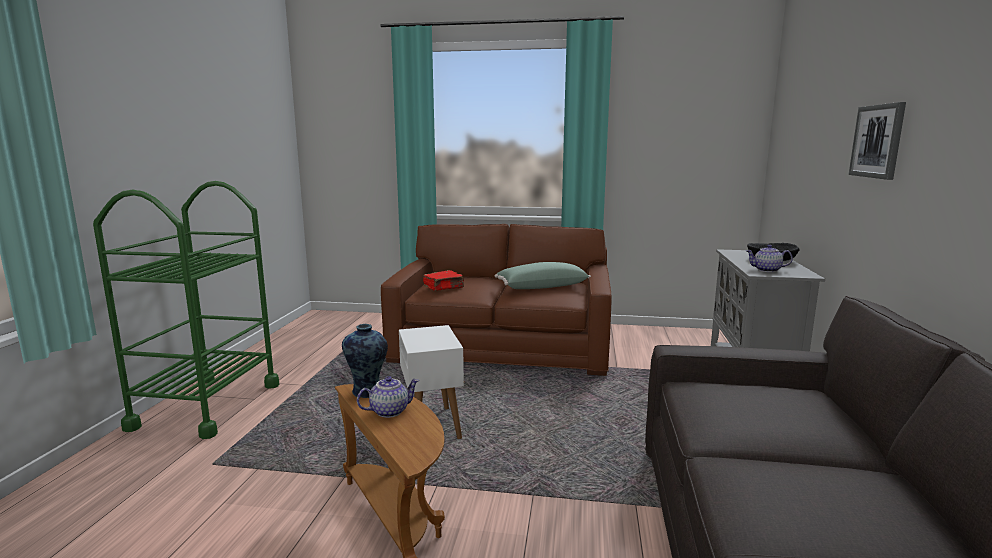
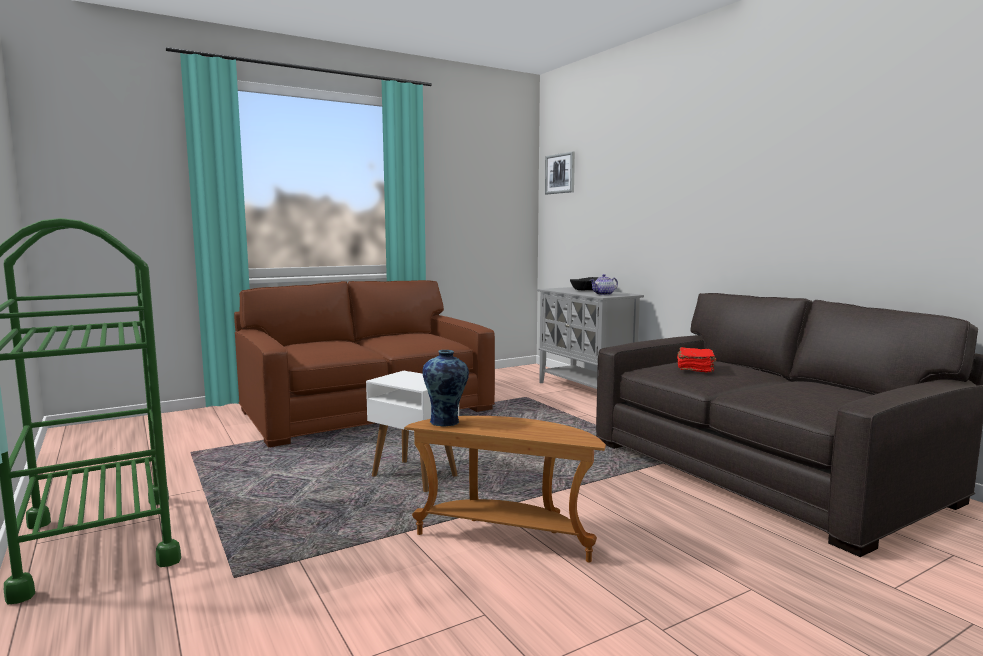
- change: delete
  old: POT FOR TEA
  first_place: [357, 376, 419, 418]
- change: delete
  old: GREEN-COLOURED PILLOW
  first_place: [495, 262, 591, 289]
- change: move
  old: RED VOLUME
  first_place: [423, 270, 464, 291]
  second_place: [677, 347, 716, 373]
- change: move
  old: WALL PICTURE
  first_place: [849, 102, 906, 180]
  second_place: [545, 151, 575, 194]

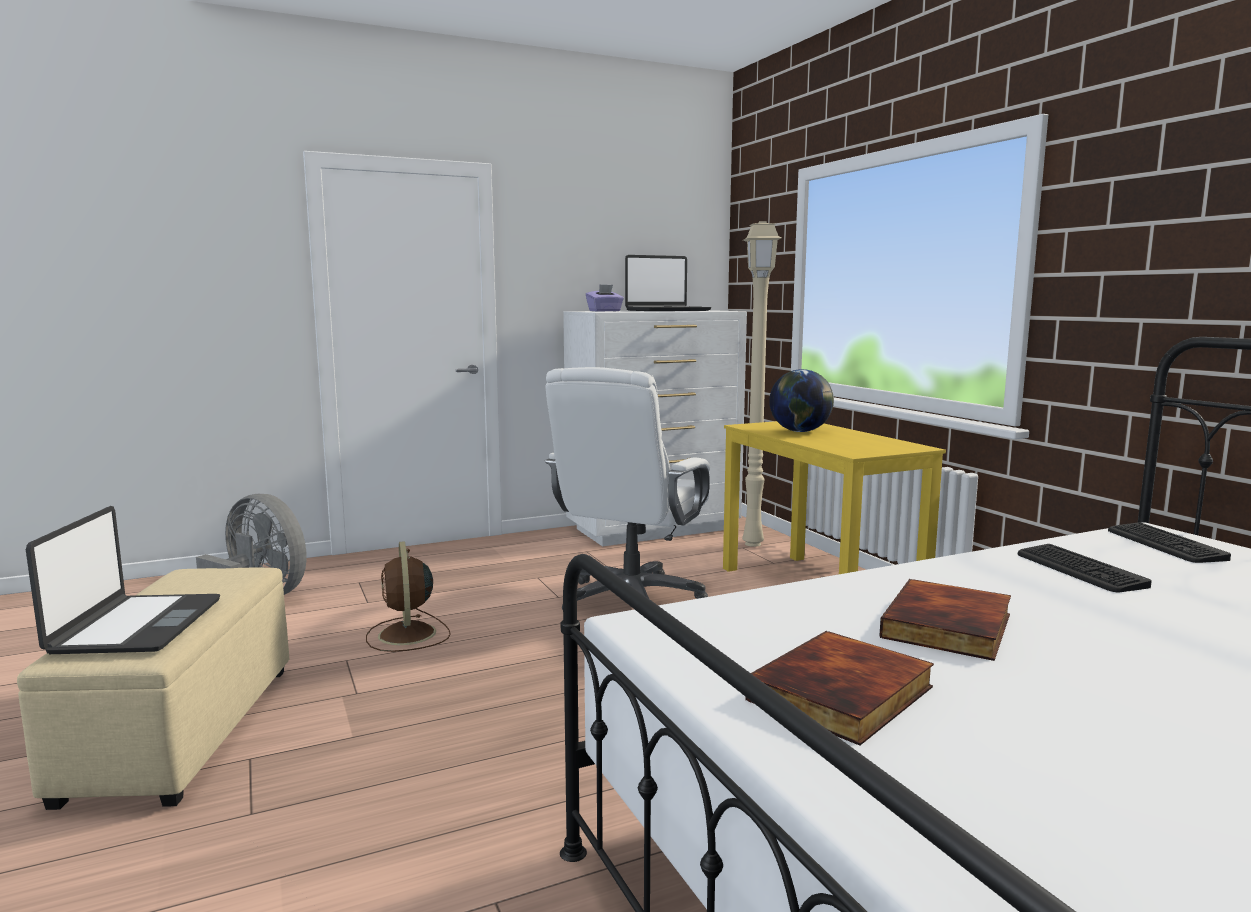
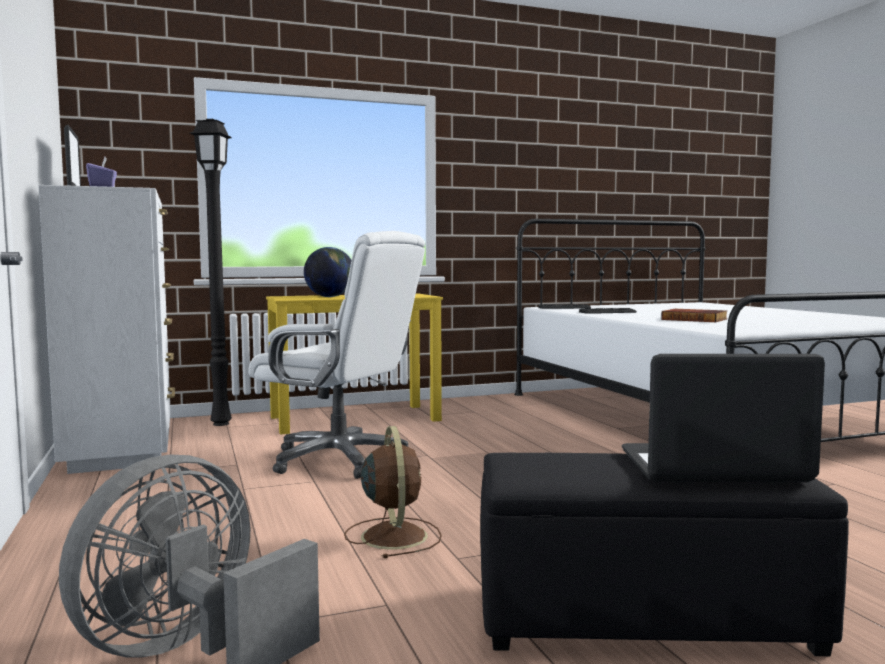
- change: delete
  old: VOLUME
  first_place: [745, 631, 934, 745]
- change: recolor
  old: SAND-COLOURED OTTOMAN
  new: BLACKISH OTTOMAN
  first_place: [17, 567, 289, 810]
  second_place: [480, 453, 849, 656]
- change: recolor
  old: SAND-COLOURED STANDARD LAMP
  new: BLACKISH STANDARD LAMP
  first_place: [742, 221, 781, 547]
  second_place: [190, 119, 232, 426]
- change: rotate
  old: BROWN ELECTRIC FAN
  first_place: [366, 541, 451, 652]
  second_place: [344, 426, 442, 558]
  degrees: -90

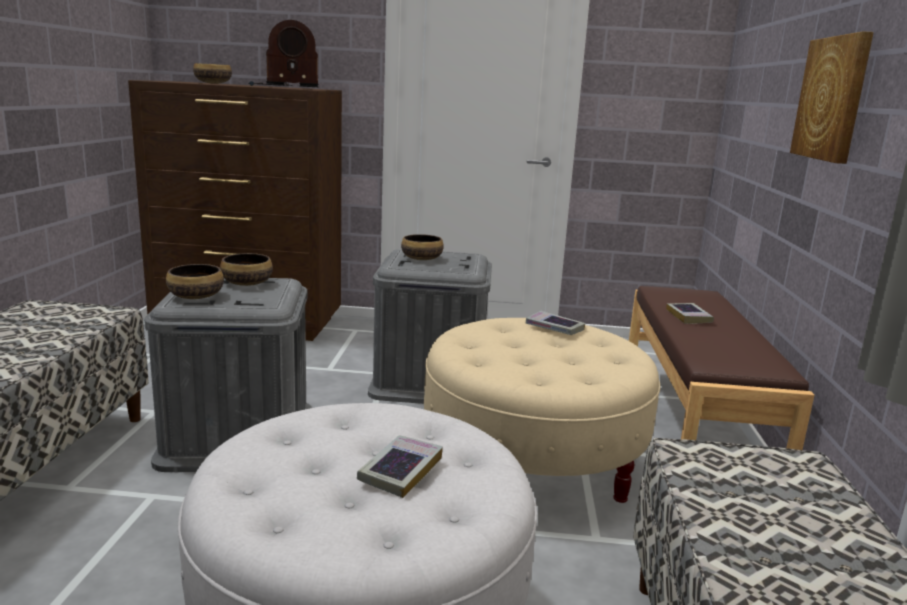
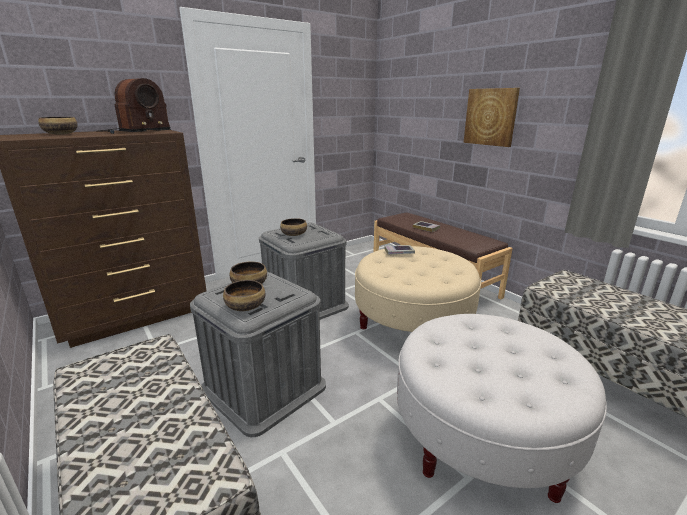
- change: delete
  old: VOLUME
  first_place: [357, 435, 443, 498]

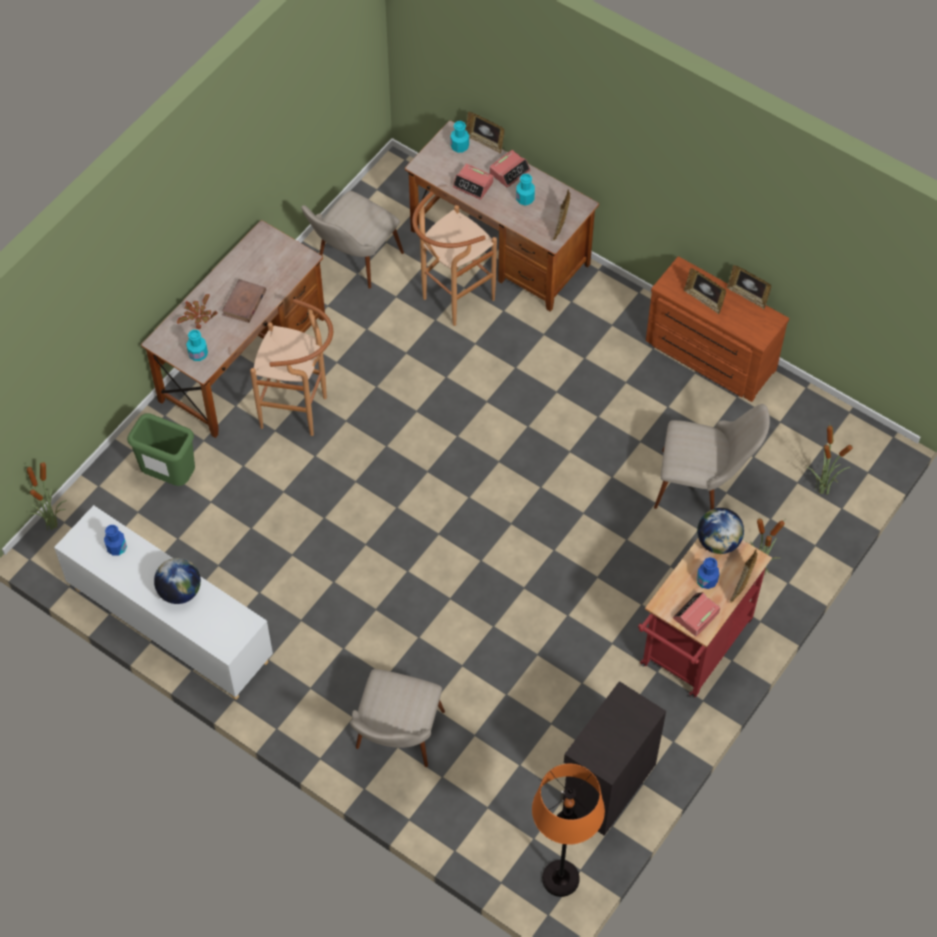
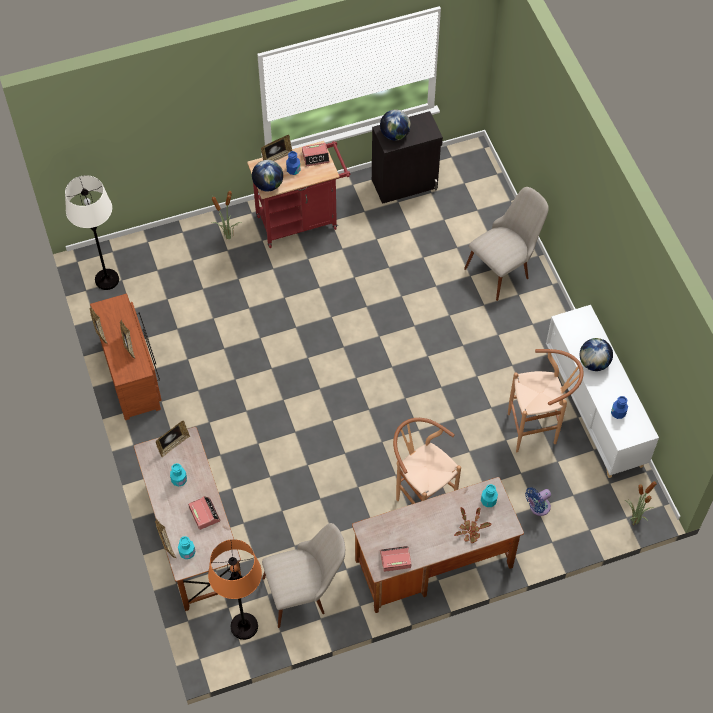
- change: delete
  old: BROWN VOLUME
  first_place: [222, 279, 266, 323]
- change: delete
  old: SAND-COLOURED PLAIN CHAIR
  first_place: [654, 404, 770, 510]
- change: delete
  old: POTTED PLANT
  first_place: [807, 426, 853, 495]
- change: insert
  new: WHITE-COLOURED STANDARD LAMP
  second_place: [65, 175, 119, 290]
- change: insert
  new: DESK GLOBE
  second_place: [380, 109, 411, 141]
- change: move
  old: BROWN STOOL SEAT
  first_place: [412, 191, 497, 326]
  second_place: [508, 349, 584, 452]
- change: move
  old: TABLE CLOCK
  first_place: [489, 150, 530, 188]
  second_place: [380, 546, 411, 572]
- change: move
  old: ORANGE STANDARD LAMP
  first_place: [532, 764, 605, 897]
  second_place: [208, 539, 262, 640]
- change: replace
  old: GREEN-COLOURED WASTE BIN
  new: BLUE ELECTRIC FAN
  first_place: [127, 413, 195, 486]
  second_place: [525, 487, 551, 516]

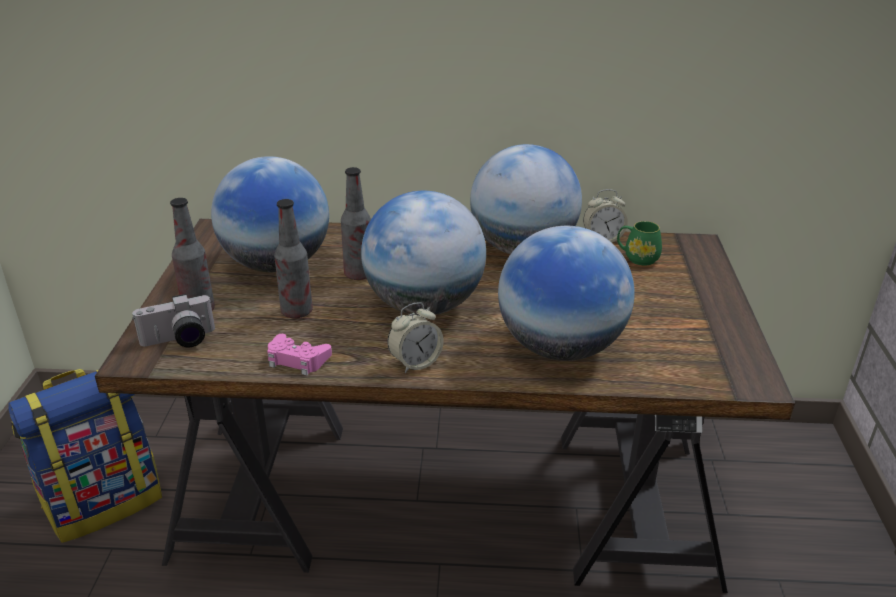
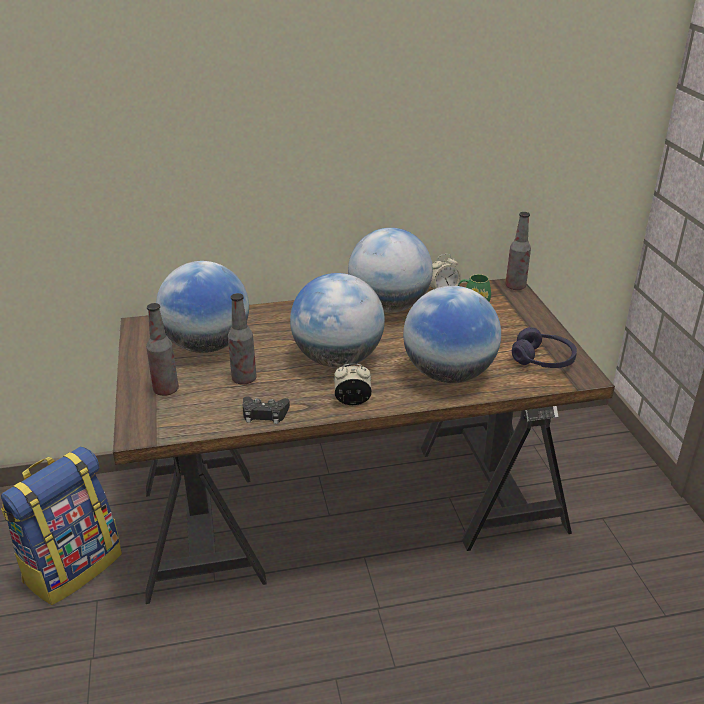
- change: delete
  old: STILL CAMERA
  first_place: [132, 294, 215, 347]
- change: insert
  new: PURPLISH HEADSET
  second_place: [512, 327, 577, 368]
- change: move
  old: BOTTLE
  first_place: [341, 167, 371, 280]
  second_place: [506, 212, 531, 290]
- change: recolor
  old: PINKISH GAMEPAD
  new: BLACKISH GAMEPAD
  first_place: [267, 334, 332, 376]
  second_place: [243, 396, 290, 424]
- change: rotate
  old: TABLE CLOCK
  first_place: [388, 302, 443, 373]
  second_place: [334, 363, 372, 405]
  degrees: -135

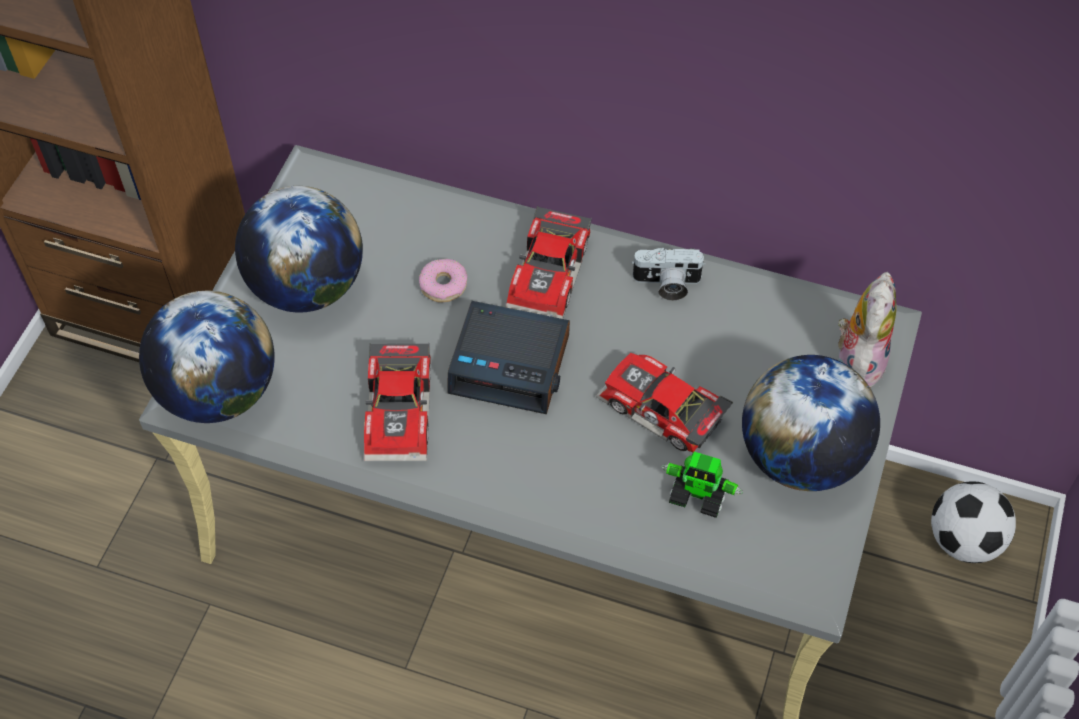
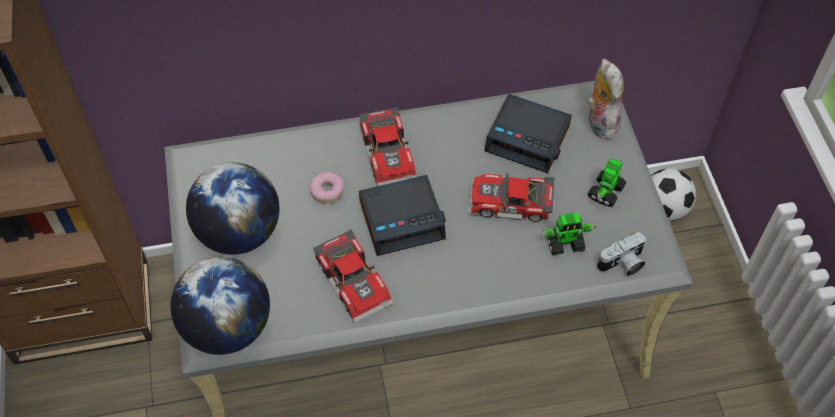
- change: insert
  new: TABLE CLOCK
  second_place: [484, 94, 572, 173]
- change: move
  old: STILL CAMERA
  first_place: [631, 248, 706, 301]
  second_place: [597, 232, 646, 276]
- change: replace
  old: DESK GLOBE
  new: TOY ROBOT
  first_place: [742, 355, 880, 491]
  second_place: [588, 158, 627, 207]

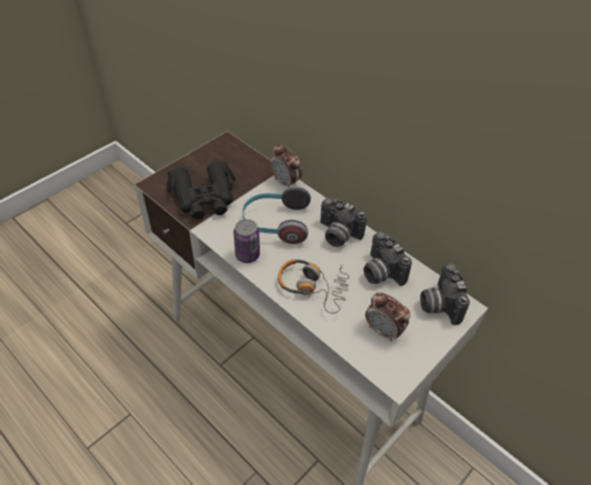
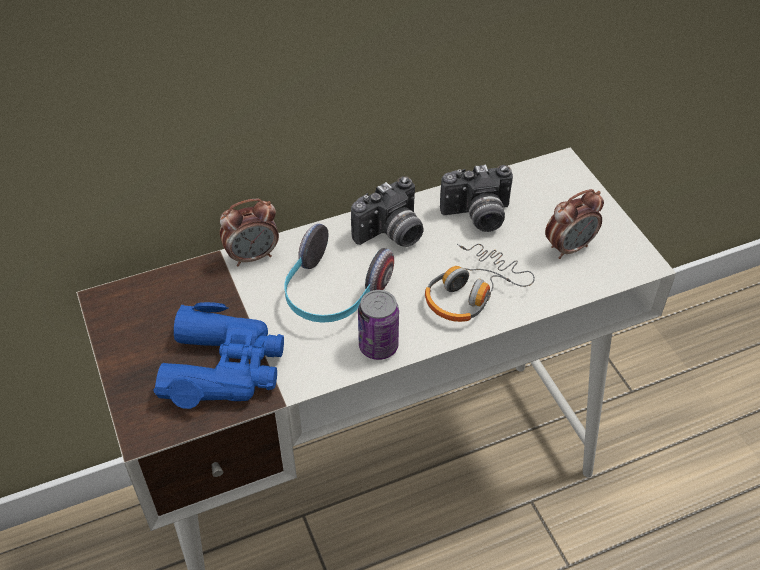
- change: delete
  old: STILL CAMERA
  first_place: [420, 264, 470, 325]
- change: recolor
  old: BLACKISH FIELD GLASSES
  new: BLUE FIELD GLASSES
  first_place: [166, 161, 236, 220]
  second_place: [153, 302, 284, 409]

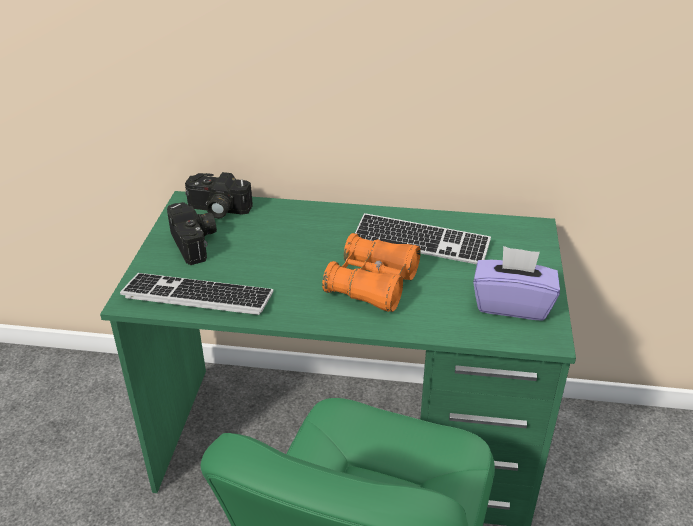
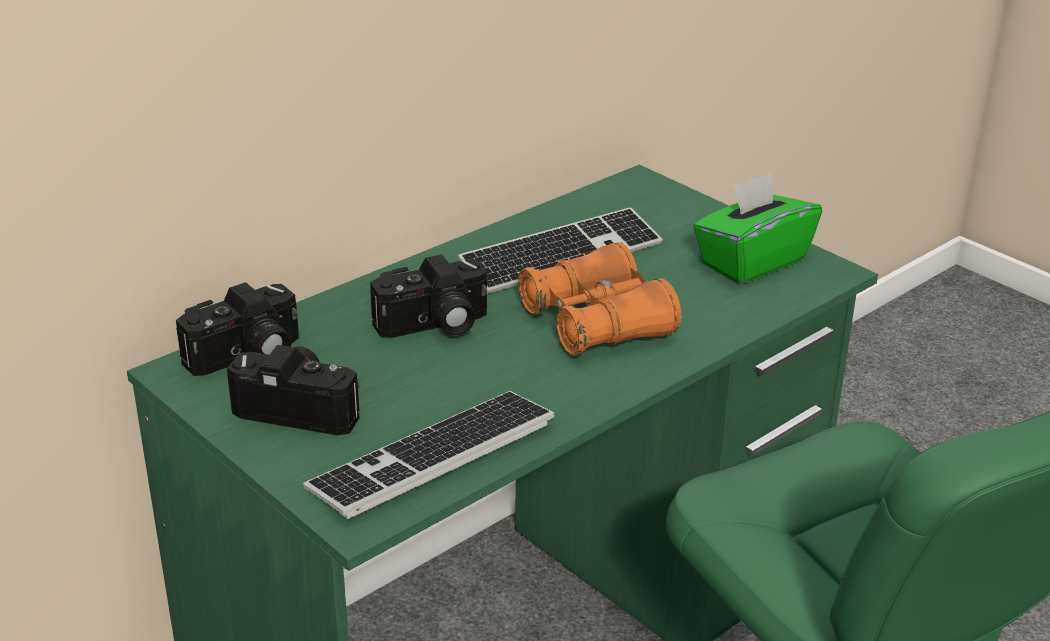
- change: insert
  new: STILL CAMERA
  second_place: [370, 254, 487, 338]
- change: recolor
  old: PURPLISH TISSUE BOX
  new: GREEN-COLOURED TISSUE BOX
  first_place: [473, 246, 560, 321]
  second_place: [693, 172, 822, 284]

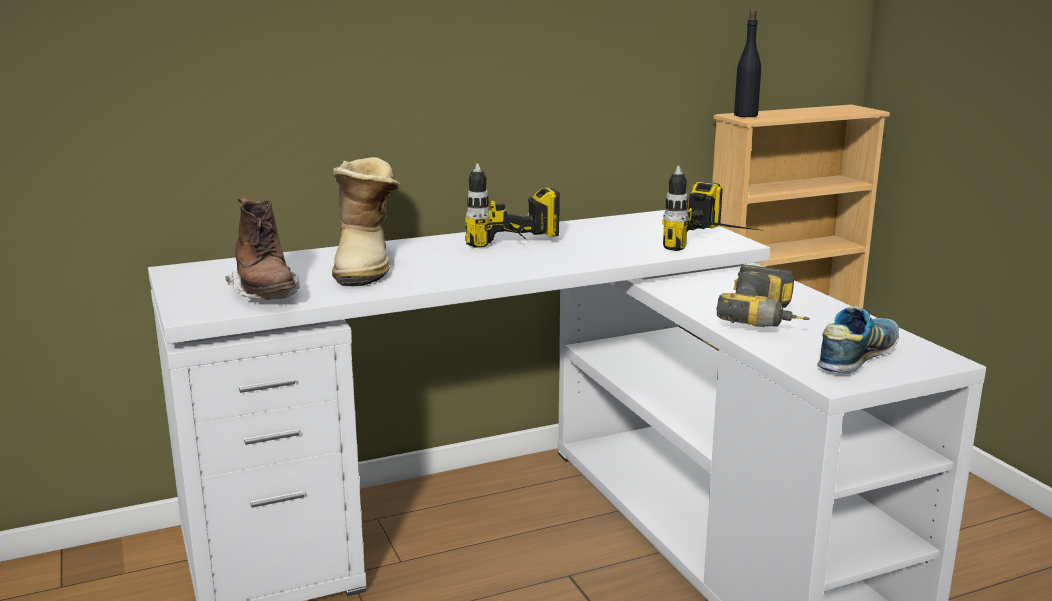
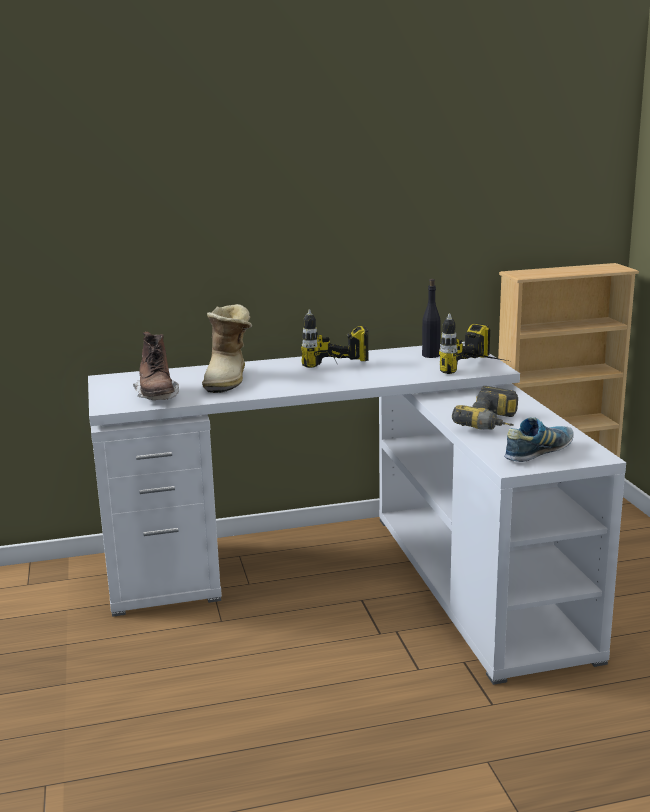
- change: move
  old: BLACKISH BOTTLE
  first_place: [734, 10, 761, 117]
  second_place: [422, 279, 441, 358]

